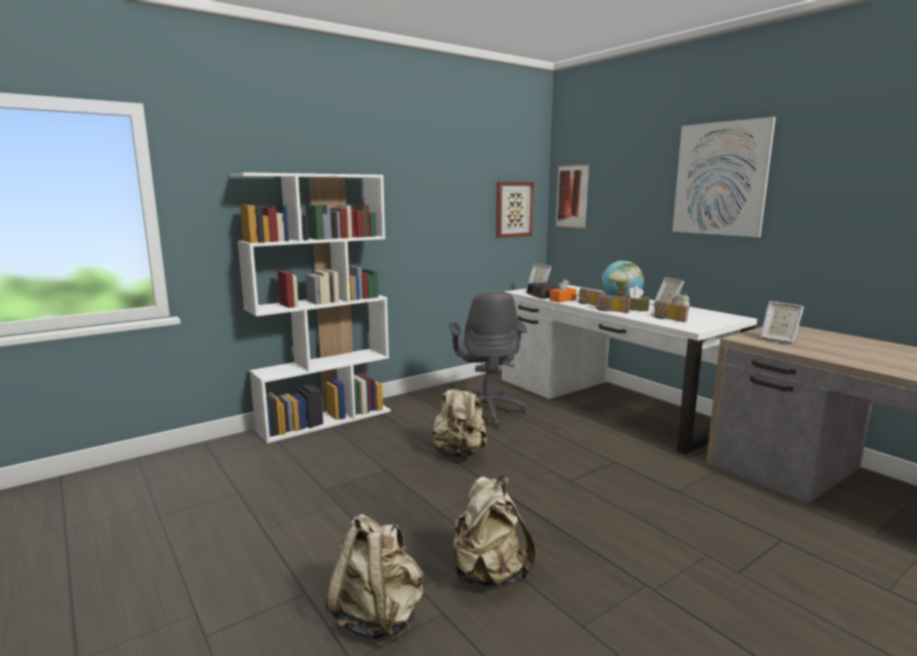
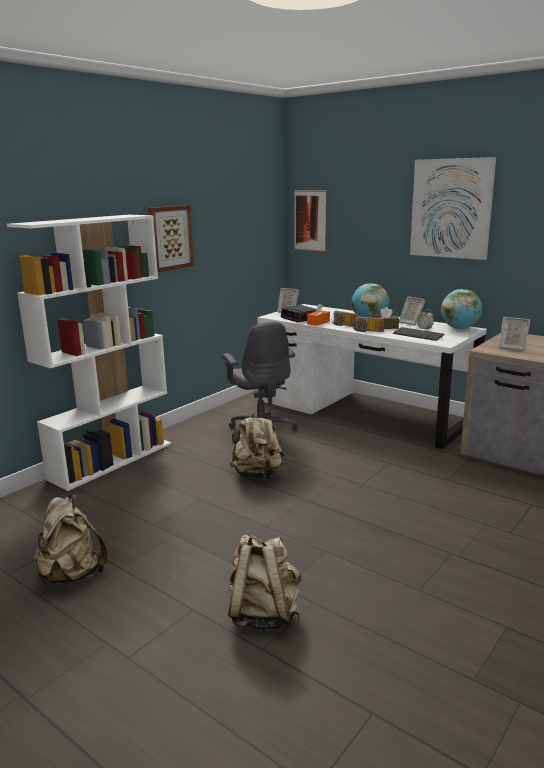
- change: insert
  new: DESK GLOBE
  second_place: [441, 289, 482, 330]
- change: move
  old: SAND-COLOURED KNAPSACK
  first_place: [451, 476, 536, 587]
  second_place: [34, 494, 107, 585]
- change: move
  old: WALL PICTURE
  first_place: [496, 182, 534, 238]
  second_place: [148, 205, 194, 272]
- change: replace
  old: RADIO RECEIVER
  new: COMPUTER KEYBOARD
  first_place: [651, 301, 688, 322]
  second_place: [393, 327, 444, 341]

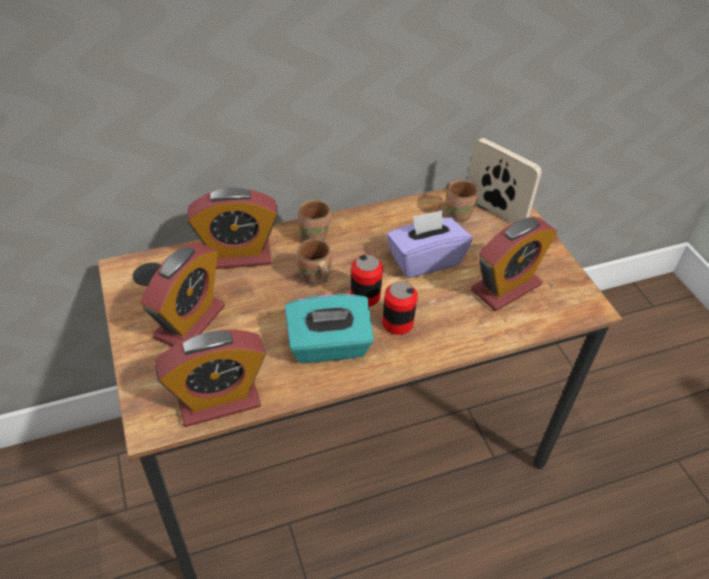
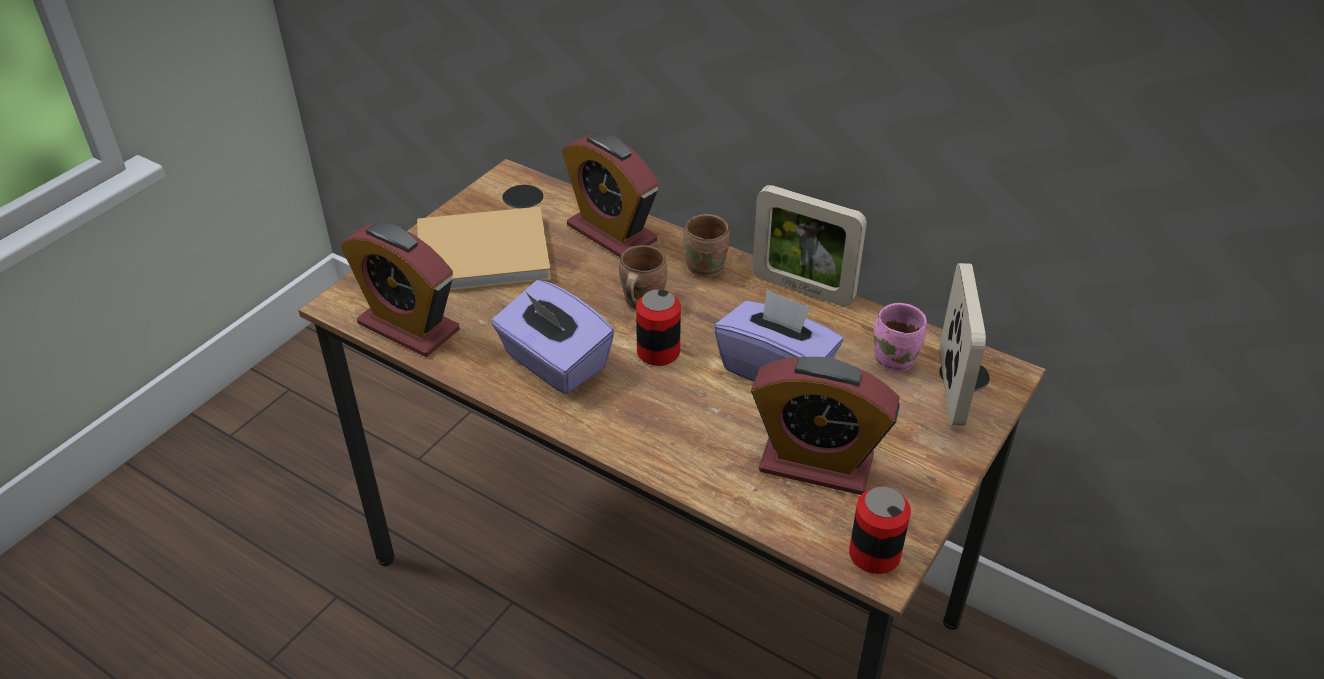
- change: insert
  new: STANDING FRAME
  second_place: [752, 185, 867, 306]
- change: move
  old: METAL CAN
  first_place: [382, 281, 418, 335]
  second_place: [849, 486, 911, 574]
- change: replace
  old: TABLE CLOCK
  new: SAND-COLOURED VOLUME
  first_place: [141, 243, 225, 347]
  second_place: [417, 207, 551, 292]
- change: recolor
  old: TURQUOISE TISSUE BOX
  new: PURPLISH TISSUE BOX
  first_place: [285, 294, 374, 363]
  second_place: [492, 280, 615, 394]
- change: recolor
  old: BROWN TEA MUG
  new: PINKISH TEA MUG
  first_place: [445, 180, 478, 223]
  second_place: [874, 303, 927, 372]

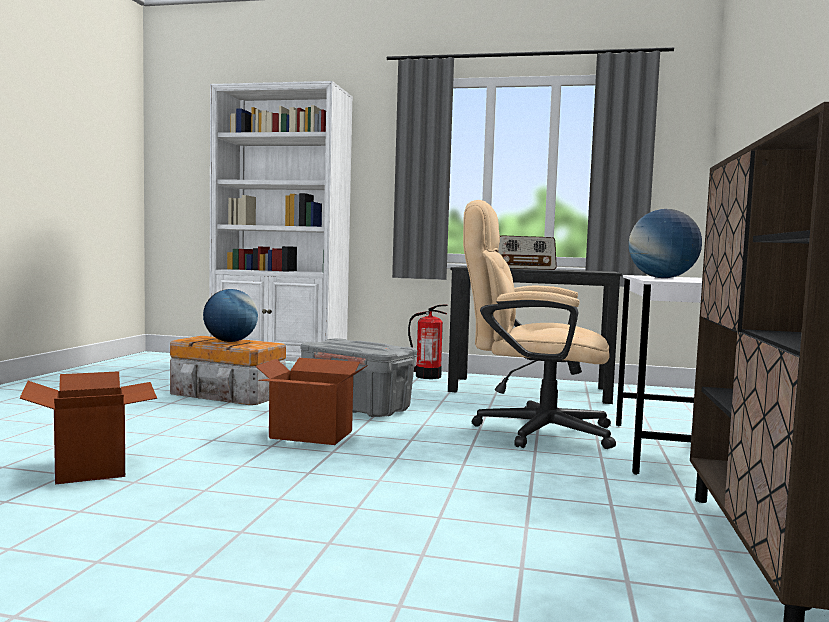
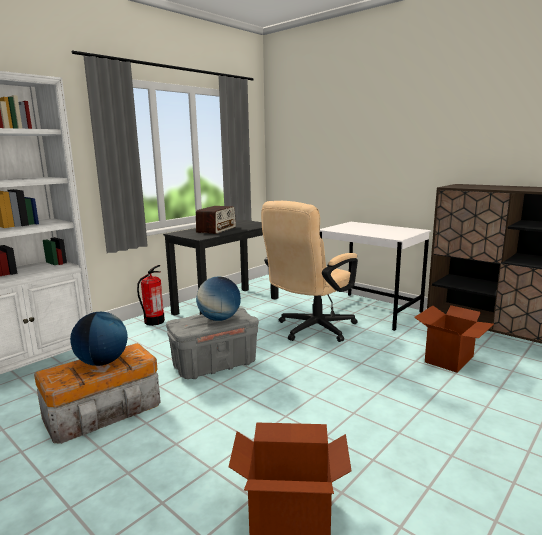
- change: move
  old: CARTON
  first_place: [255, 358, 368, 445]
  second_place: [414, 305, 494, 373]
- change: move
  old: DESK GLOBE
  first_place: [629, 209, 702, 278]
  second_place: [196, 276, 241, 321]

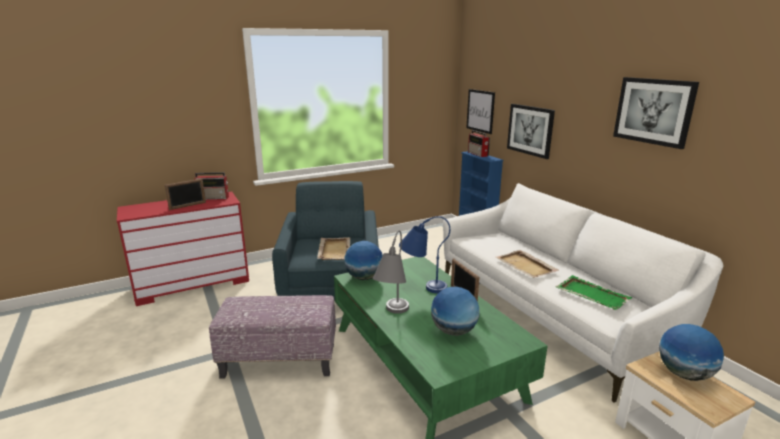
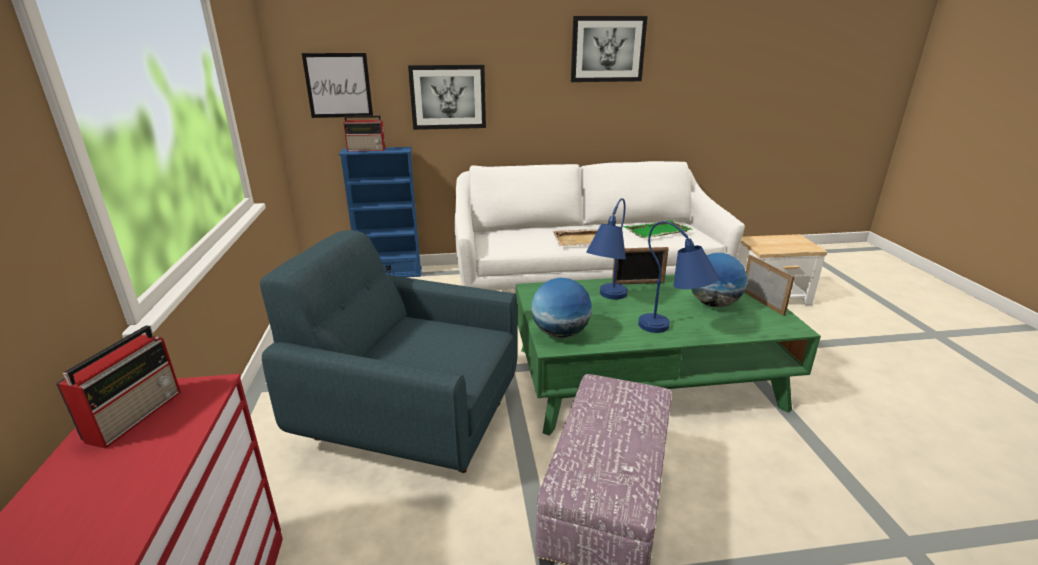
- change: delete
  old: SAND-COLOURED SERVING TRAY
  first_place: [317, 237, 350, 260]
- change: delete
  old: DESK GLOBE
  first_place: [659, 324, 724, 381]
- change: move
  old: STANDING FRAME
  first_place: [165, 178, 206, 210]
  second_place: [744, 255, 795, 316]
- change: recolor
  old: GRAY LAMP FOR A TABLE
  new: BLUE LAMP FOR A TABLE
  first_place: [373, 230, 409, 314]
  second_place: [638, 221, 719, 333]

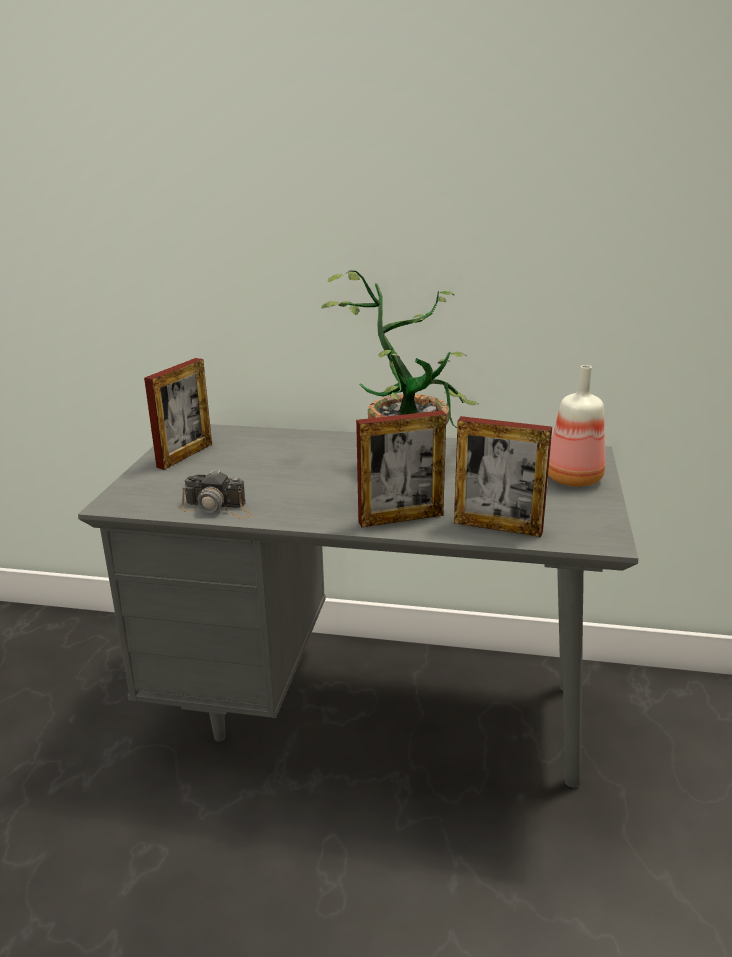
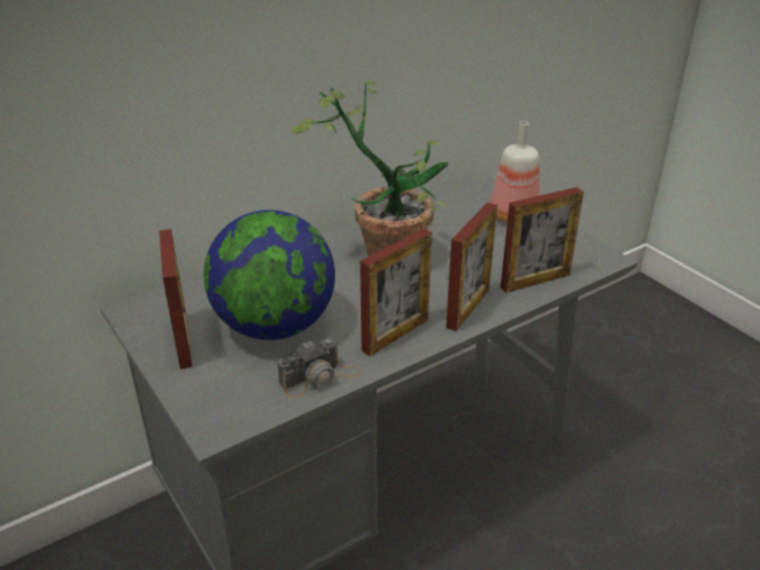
- change: insert
  new: DESK GLOBE
  second_place: [204, 210, 335, 340]
- change: insert
  new: STANDING FRAME
  second_place: [360, 228, 432, 356]

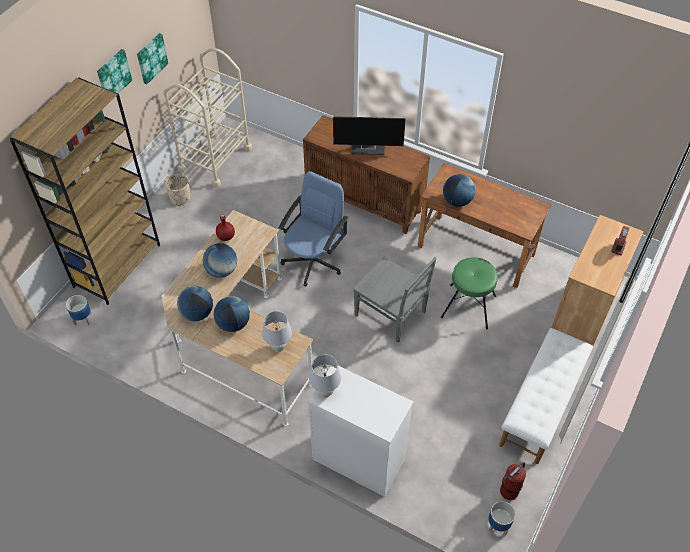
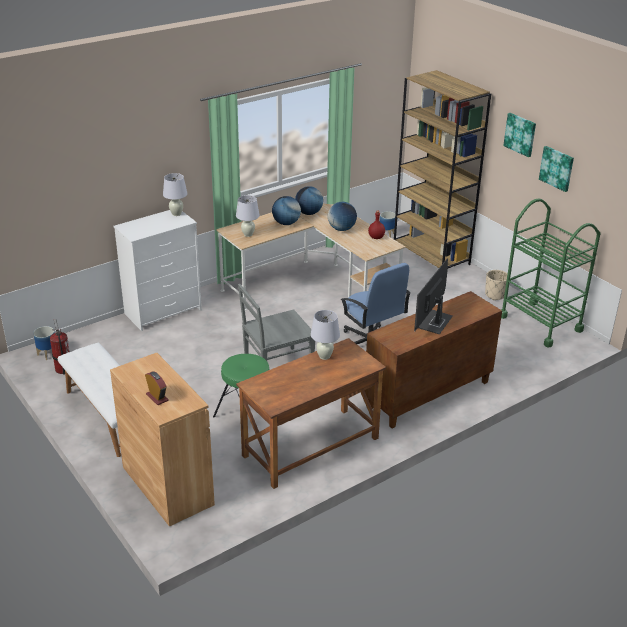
- change: replace
  old: DESK GLOBE
  new: WHITE-COLOURED LAMP FOR A TABLE
  first_place: [443, 174, 475, 207]
  second_place: [311, 310, 340, 360]
- change: recolor
  old: SAND-COLOURED CART
  new: GREEN-COLOURED CART
  first_place: [164, 48, 252, 188]
  second_place: [501, 198, 600, 348]

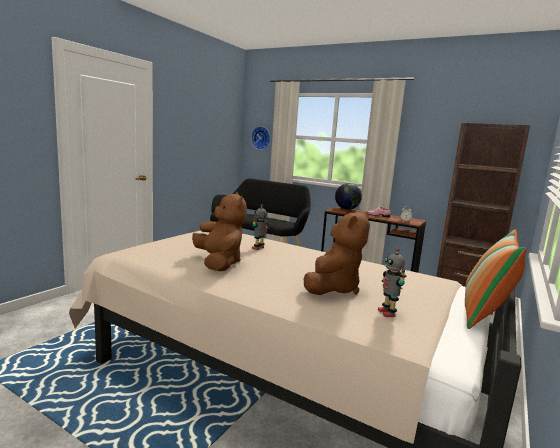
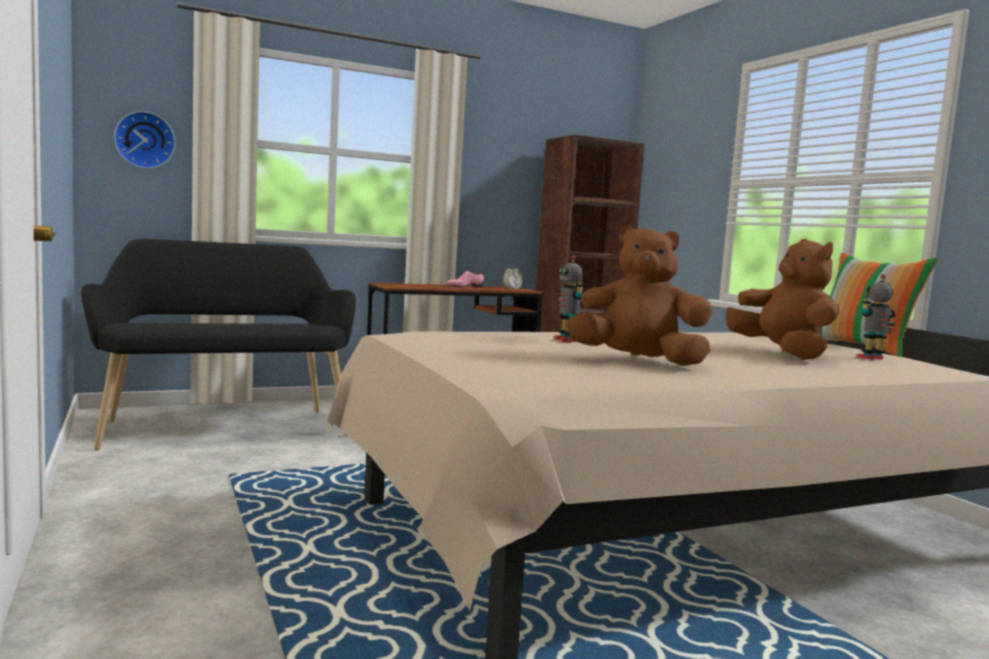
- change: delete
  old: DESK GLOBE
  first_place: [335, 183, 362, 210]
- change: rotate
  old: TOY ROBOT
  first_place: [378, 248, 407, 317]
  second_place: [857, 274, 895, 360]
  degrees: 135

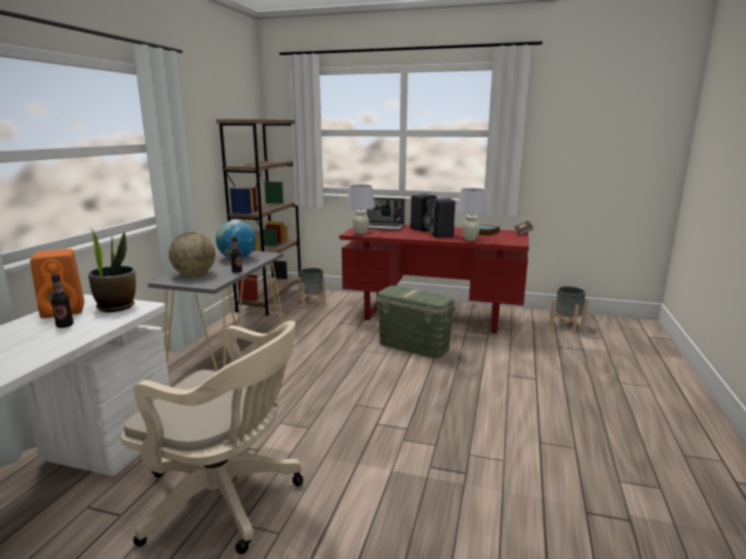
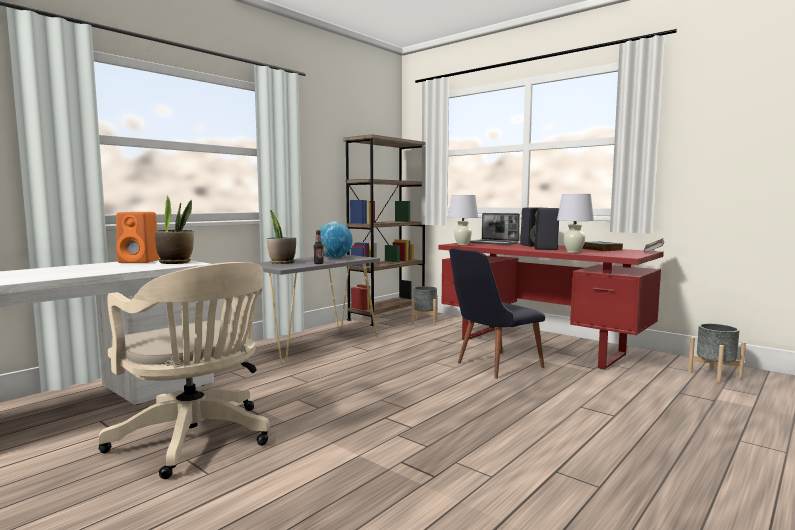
- change: delete
  old: BOTTLE
  first_place: [51, 273, 74, 328]
- change: replace
  old: DESK GLOBE
  new: POTTED PLANT
  first_place: [169, 232, 215, 276]
  second_place: [267, 210, 296, 264]
- change: replace
  old: GREEN-COLOURED STORAGE BIN
  new: BLACKISH PLAIN CHAIR
  first_place: [376, 286, 456, 359]
  second_place: [449, 248, 545, 379]

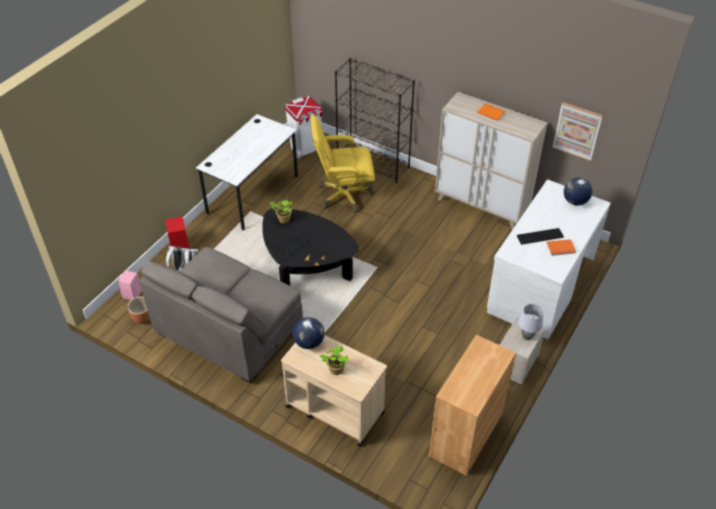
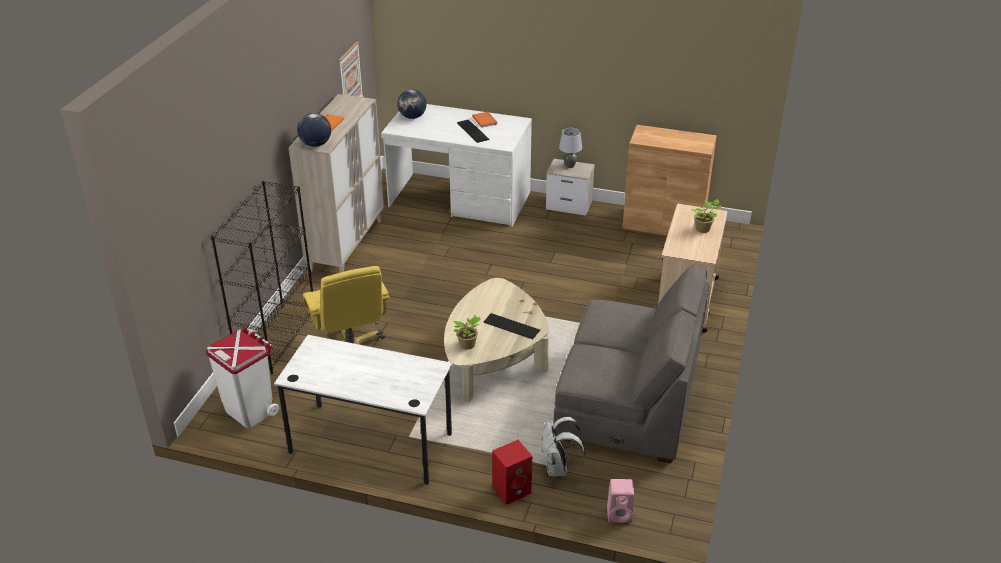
- change: delete
  old: BROWN PLANT POT
  first_place: [128, 296, 150, 324]
- change: move
  old: DESK GLOBE
  first_place: [293, 317, 325, 349]
  second_place: [297, 113, 331, 147]
- change: recolor
  old: BLACKISH COFFEE TABLE
  new: SAND-COLOURED COFFEE TABLE
  first_place: [262, 208, 359, 285]
  second_place: [444, 278, 549, 402]

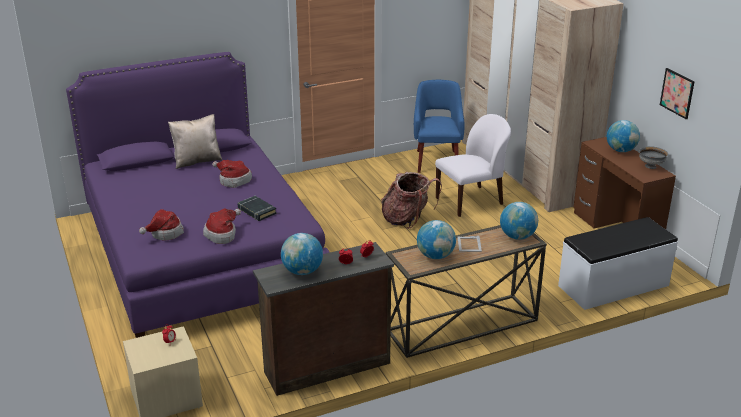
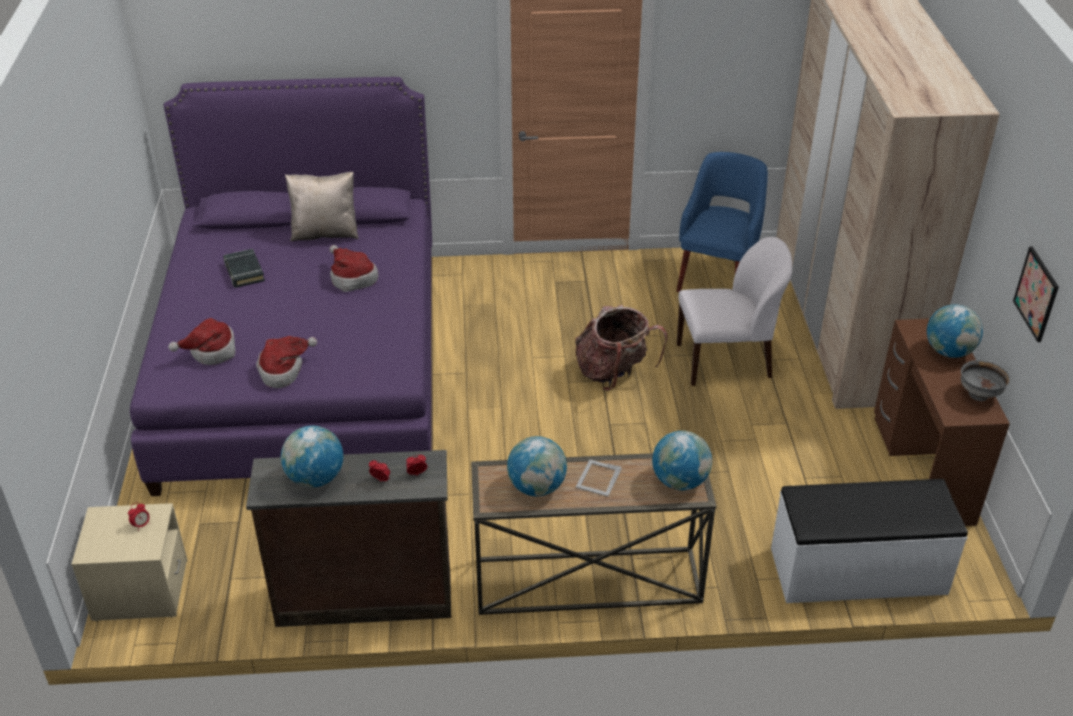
- change: move
  old: BLACKISH VOLUME
  first_place: [237, 196, 277, 221]
  second_place: [223, 249, 265, 288]

